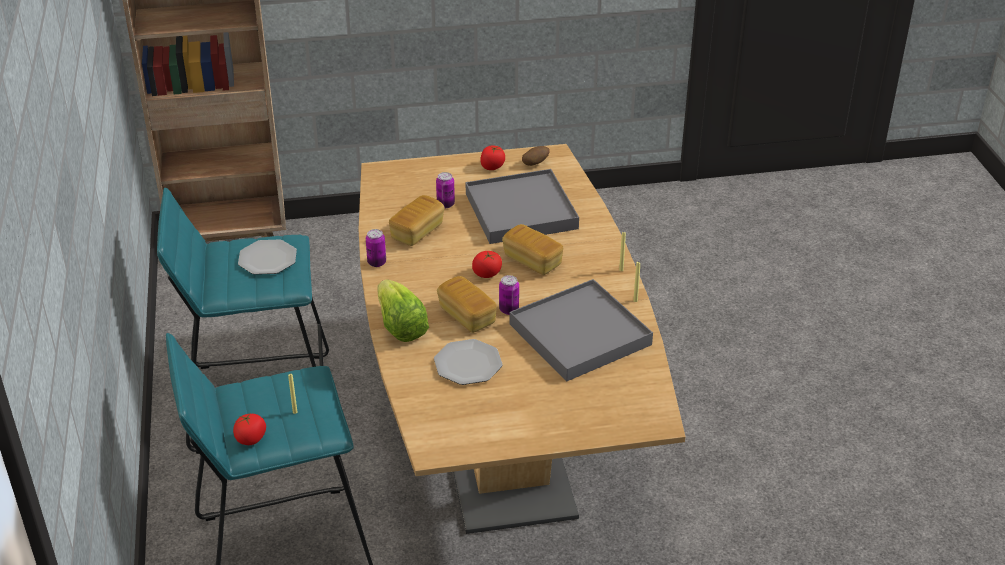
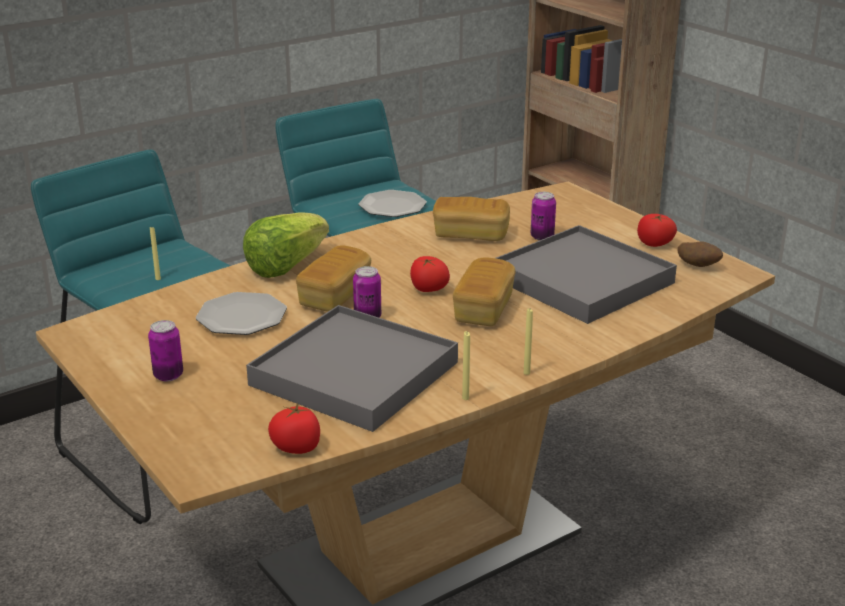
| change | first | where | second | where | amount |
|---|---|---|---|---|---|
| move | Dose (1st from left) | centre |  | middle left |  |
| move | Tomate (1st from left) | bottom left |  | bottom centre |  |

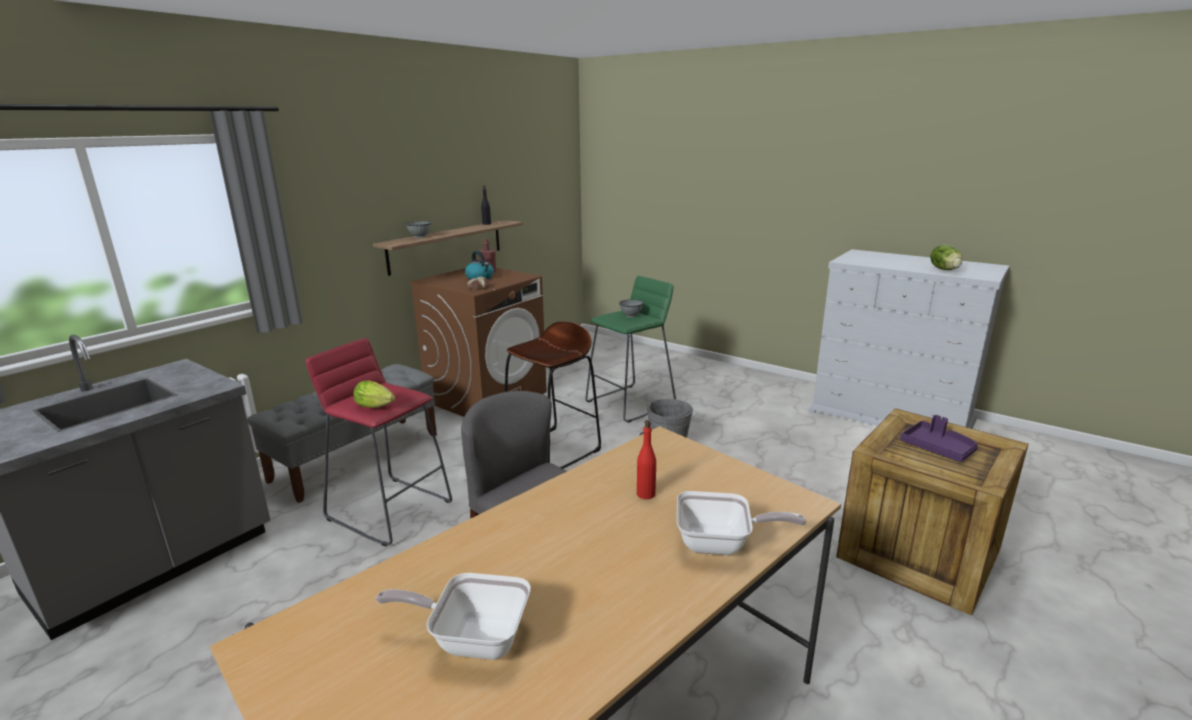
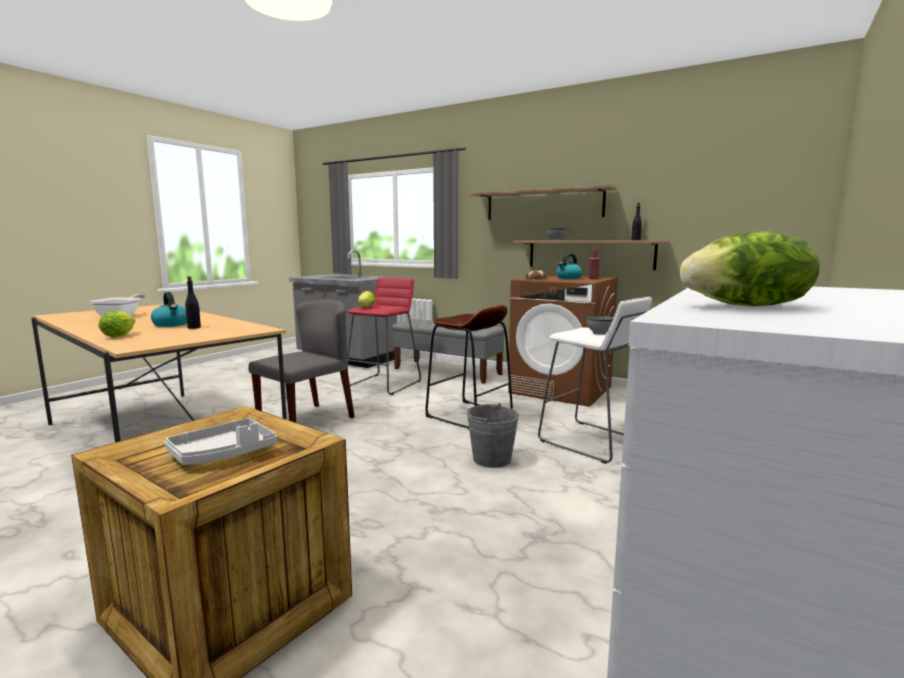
| change | first | where | second | where | amount |
|---|---|---|---|---|---|
| replace | Pfanne (2nd from left) | bottom centre | Salatkopf (1st from left) | middle left |  |
| insert |  |  | Wasserkessel (1st from left) | middle left |  |
| recolor | Tablett [lila] | middle right | Tablett [grau] | middle left |  |
| recolor | Flasche [rot] (2nd from left) | centre | Flasche [schwarz] (1st from left) | middle left |  |
| insert |  |  | Wandregal (1st from left) | top centre |  |
| recolor | Hocker [grün] | centre | Hocker [weiß] | centre |  |

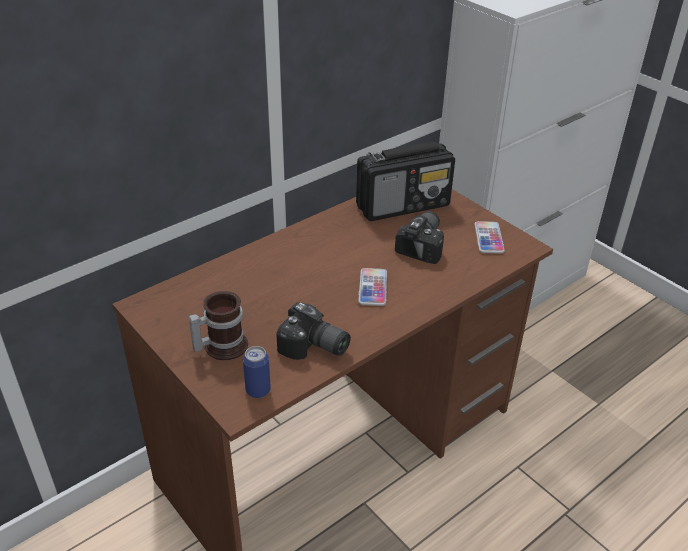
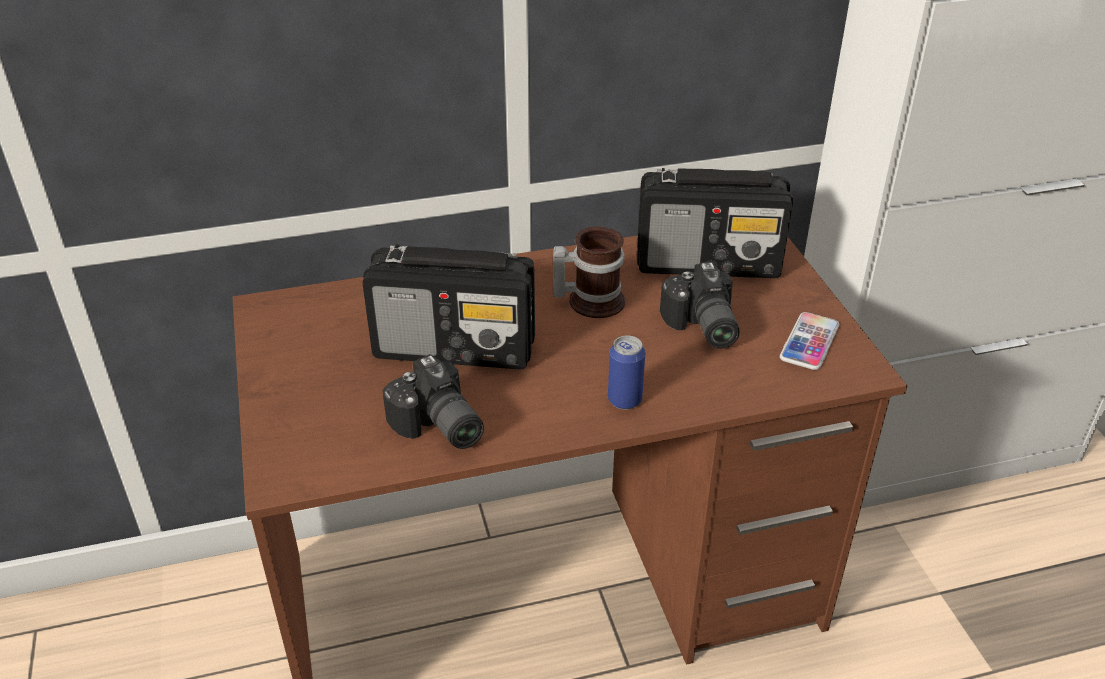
| change | first | where | second | where | amount |
|---|---|---|---|---|---|
| insert |  |  | Radio (1st from left) | centre |  |
| move | Henkelbecher | middle left |  | centre |  |
| move | Dose | bottom centre |  | centre |  |
| rotate | Kamera (2nd from left) | centre |  | centre | 120 degrees clockwise |
| delete | Handy (1st from left) | centre |  |  |  |

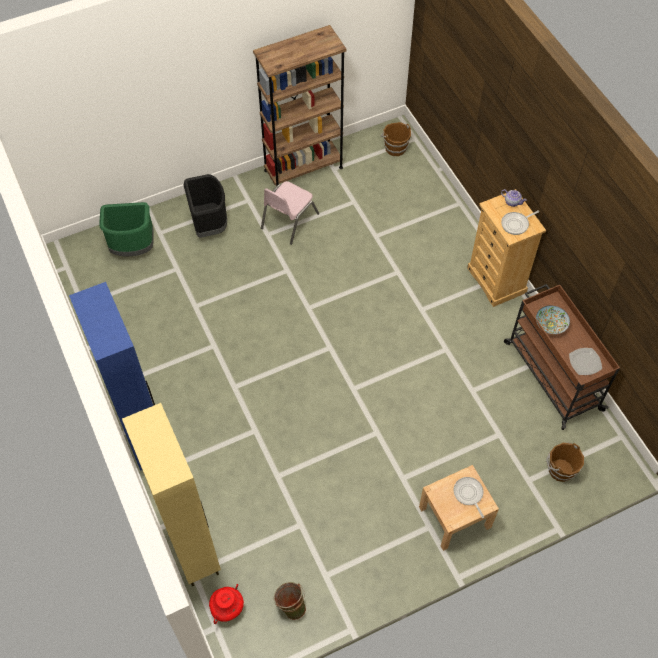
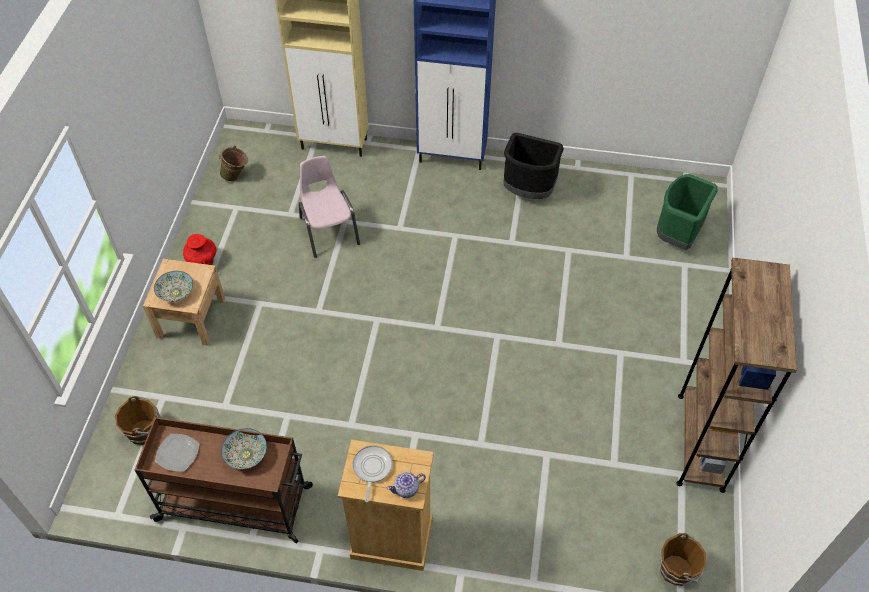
| change | first | where | second | where | amount |
|---|---|---|---|---|---|
| replace | Pfanne (1st from left) | bottom right | Schüssel (1st from left) | middle left |  |
| move | Vase [rot] | bottom centre |  | middle left |  |
| move | Stuhl [rosa] | top centre |  | centre |  |
| move | Mülleimer [schwarz] | top left |  | top centre |  |

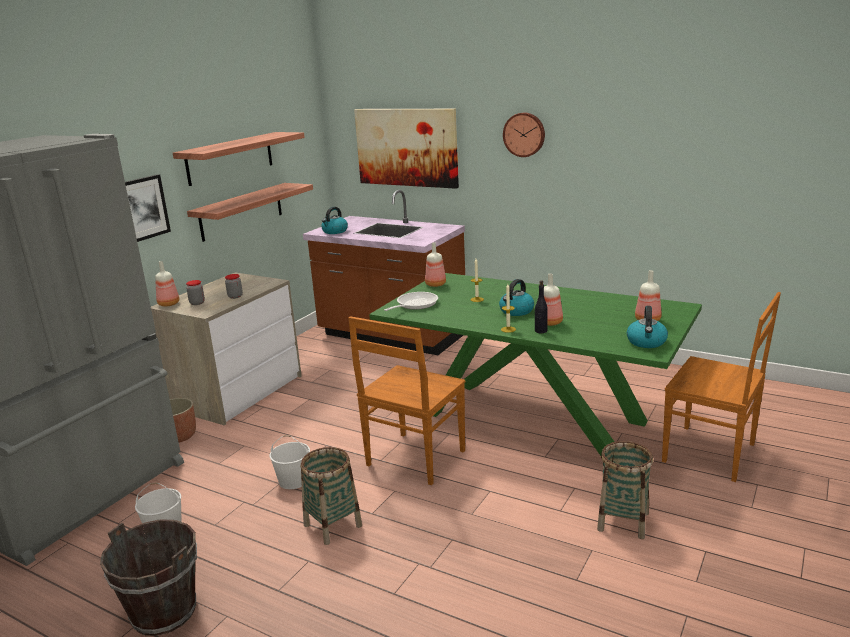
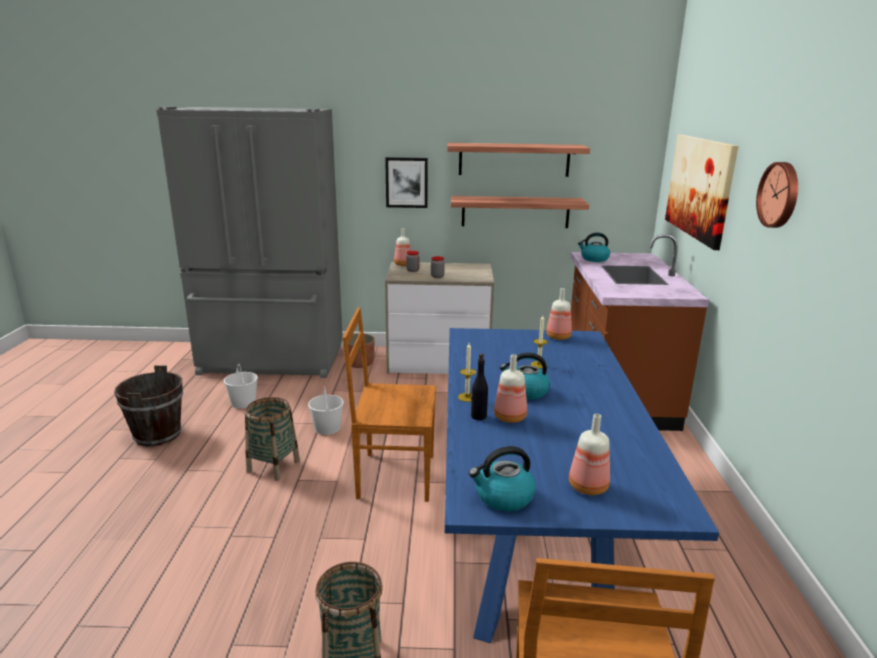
| change | first | where | second | where | amount |
|---|---|---|---|---|---|
| recolor | Esstisch [grün] | centre | Esstisch [blau] | bottom centre |  |
| delete | Pfanne | centre |  |  |  |

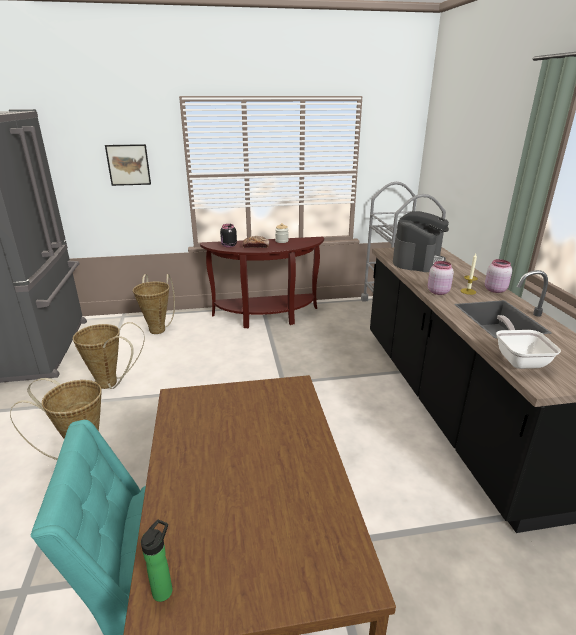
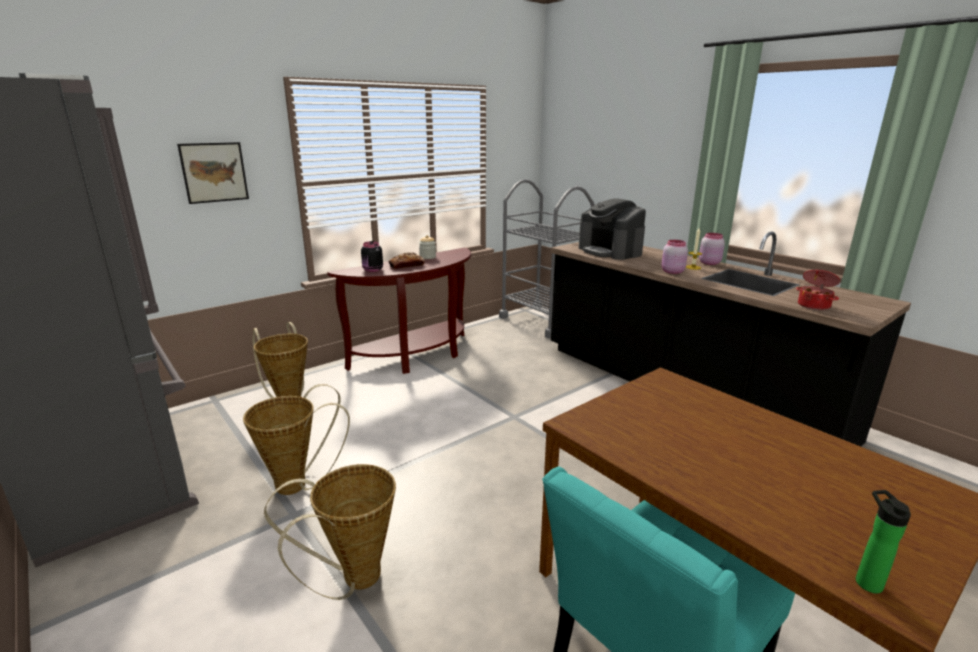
| change | first | where | second | where | amount |
|---|---|---|---|---|---|
| rotate | Kaffeemaschine | middle right |  | centre | 150 degrees clockwise |
| replace | Pfanne | middle right | Kochtopf | middle right |  |

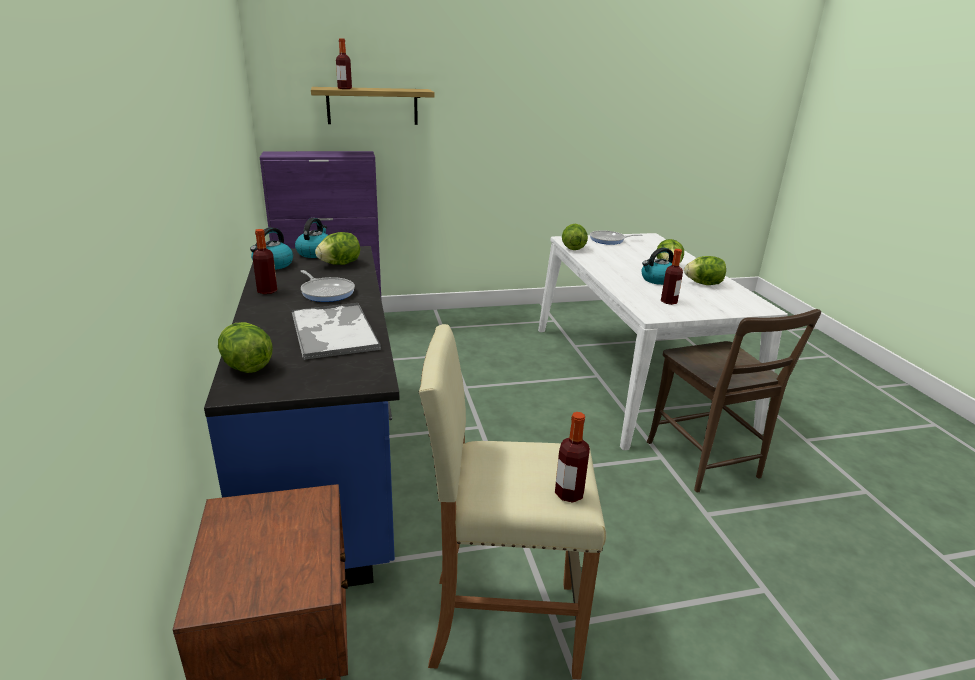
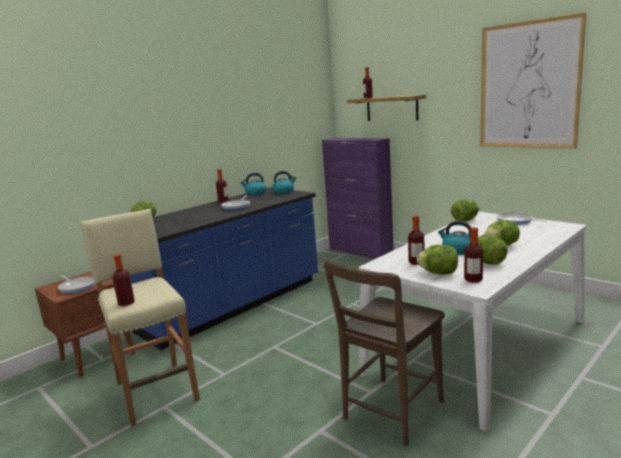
| change | first | where | second | where | amount |
|---|---|---|---|---|---|
| insert |  |  | Pfanne (1st from left) | middle left |  |
| move | Salatkopf (2nd from left) | centre |  | middle right |  |
| insert |  |  | Flasche (5th from left) | middle right |  |
| insert |  |  | Bild | top right |  |
| delete | Tablett | centre |  |  |  |

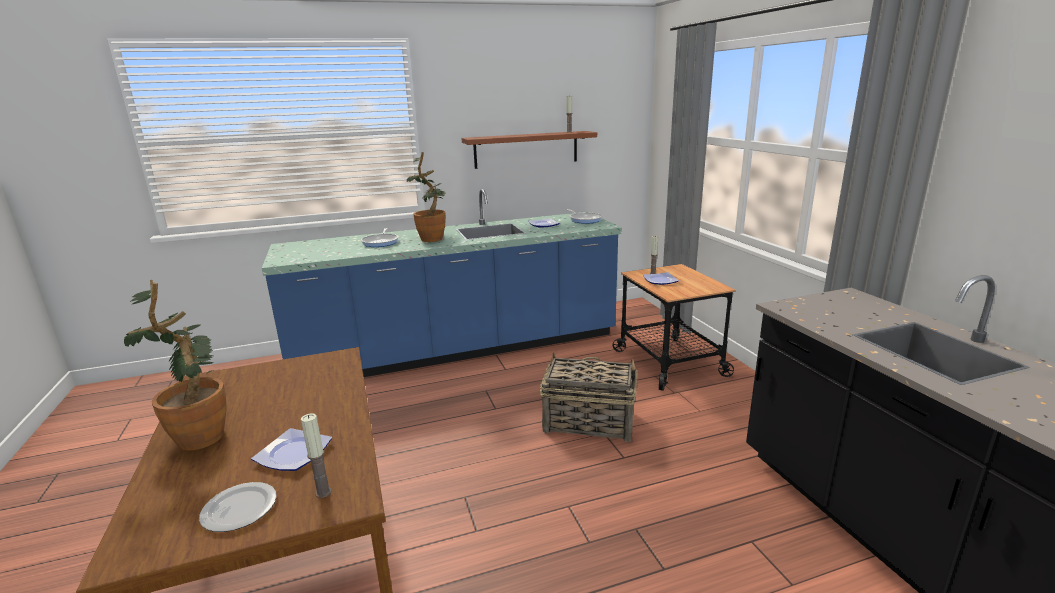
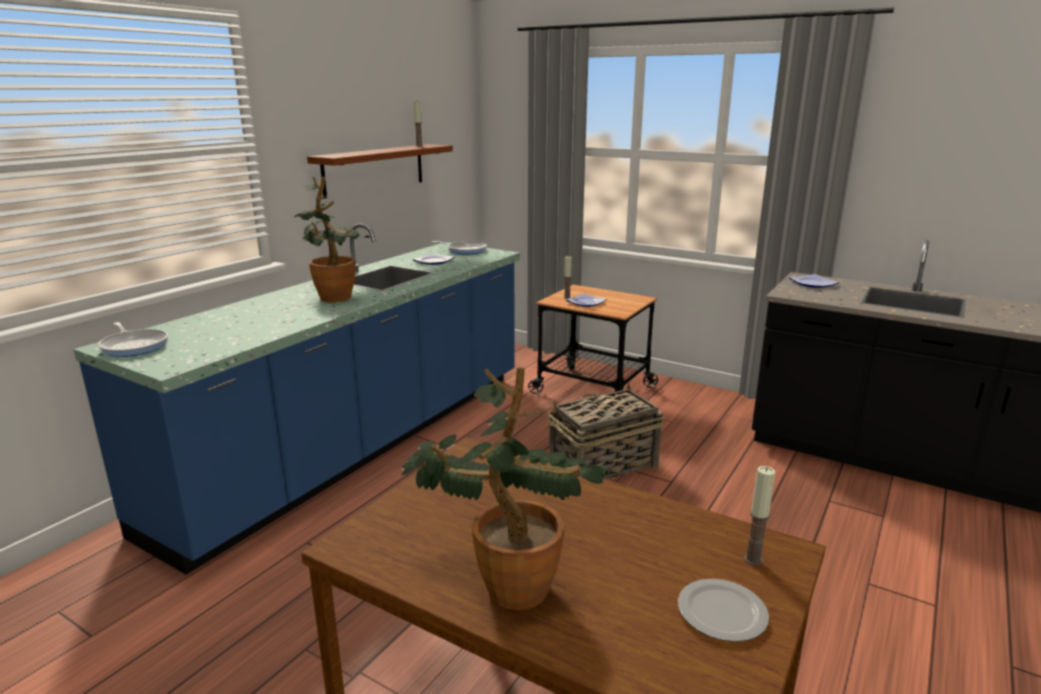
| change | first | where | second | where | amount |
|---|---|---|---|---|---|
| move | Pfanne (1st from left) | centre |  | middle left |  |
| move | Teller (2nd from left in the first image) | bottom left | Teller (4th from left) | middle right |  |

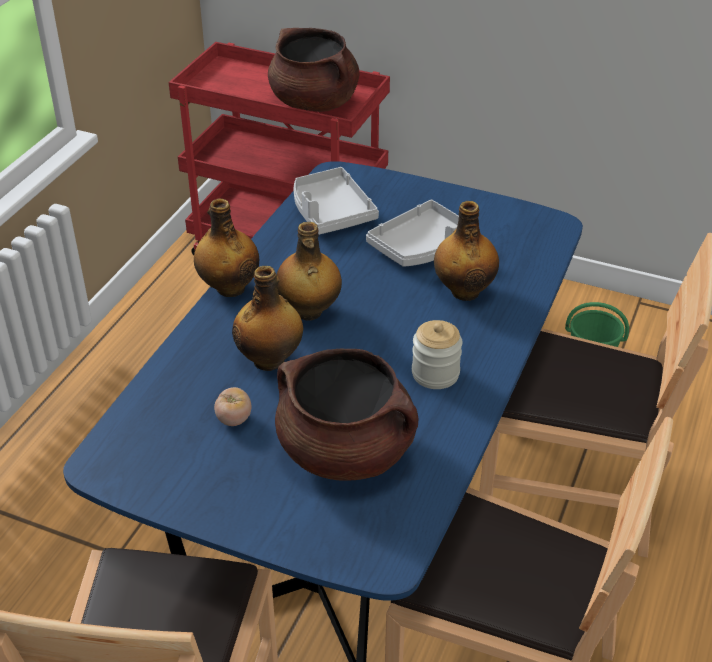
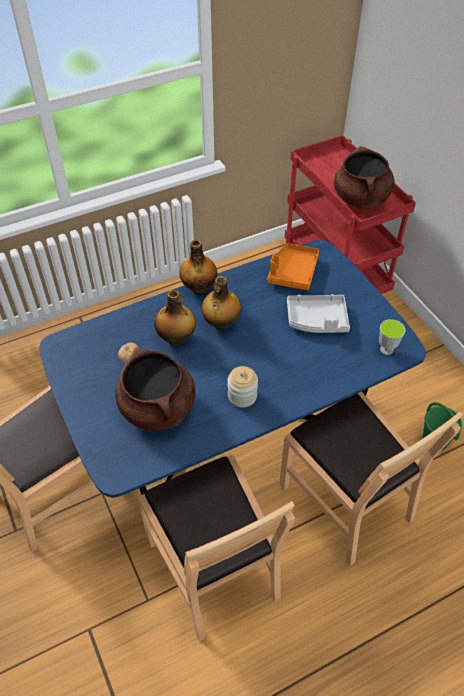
| change | first | where | second | where | amount |
|---|---|---|---|---|---|
| recolor | Tablett [grau] (1st from left) | top centre | Tablett [orange] | centre |  |
| insert |  |  | Tasse | middle right |  |
| delete | Flasche (4th from left) | centre |  |  |  |

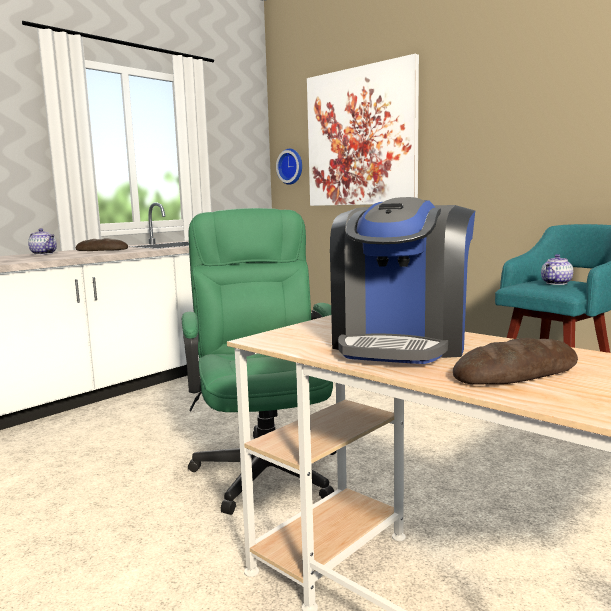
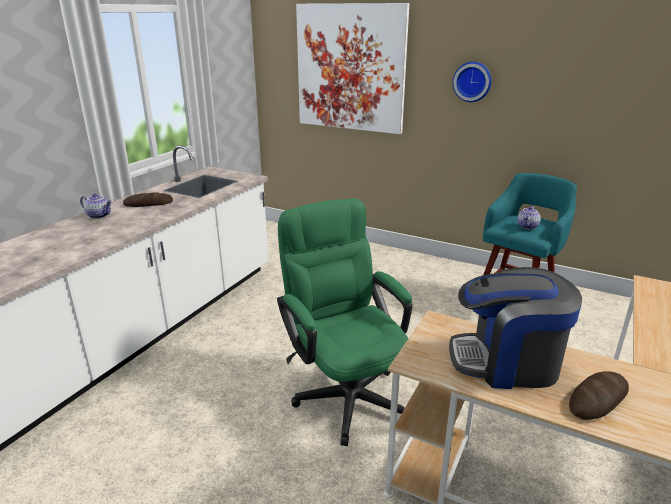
| change | first | where | second | where | amount |
|---|---|---|---|---|---|
| rotate | Kaffeemaschine | centre |  | middle right | 90 degrees clockwise |
| move | Wanduhr | top centre |  | top right |  |

